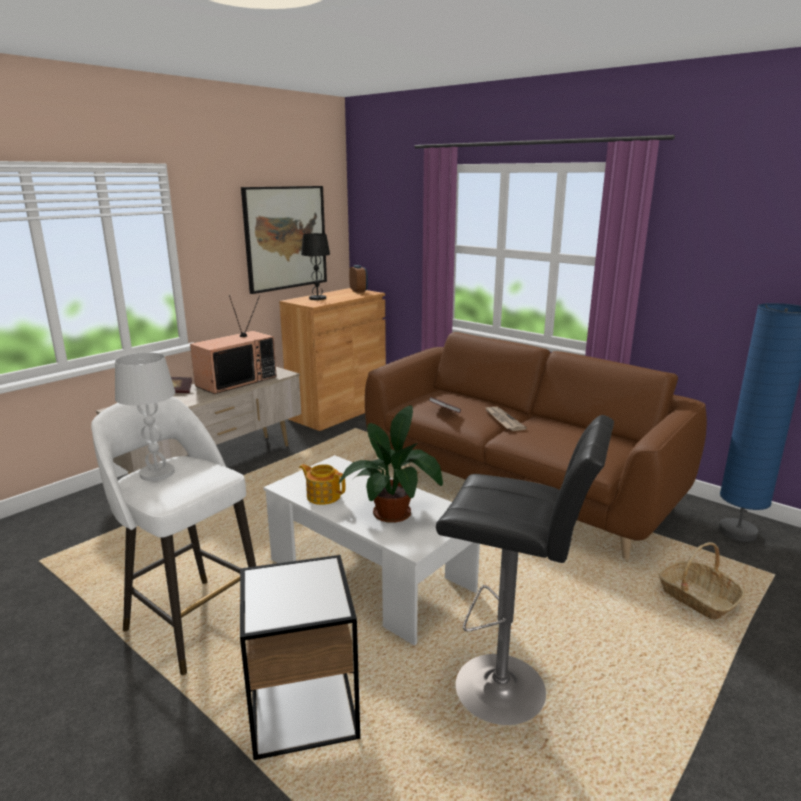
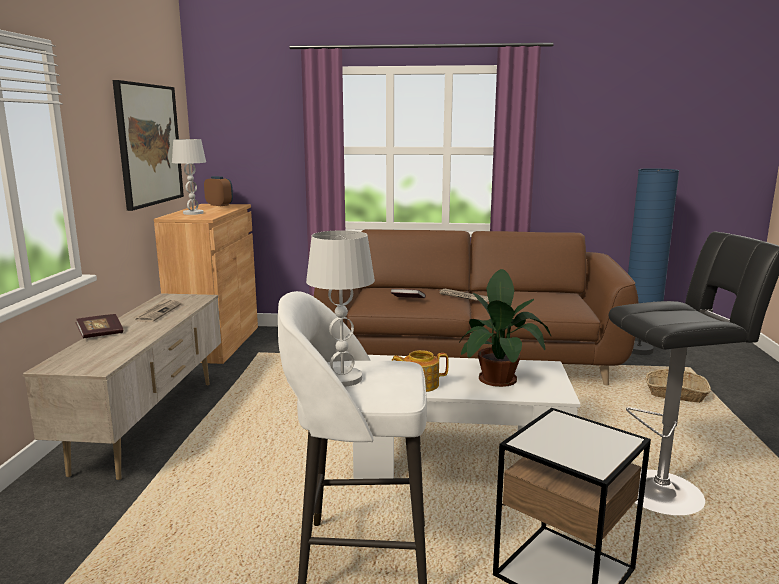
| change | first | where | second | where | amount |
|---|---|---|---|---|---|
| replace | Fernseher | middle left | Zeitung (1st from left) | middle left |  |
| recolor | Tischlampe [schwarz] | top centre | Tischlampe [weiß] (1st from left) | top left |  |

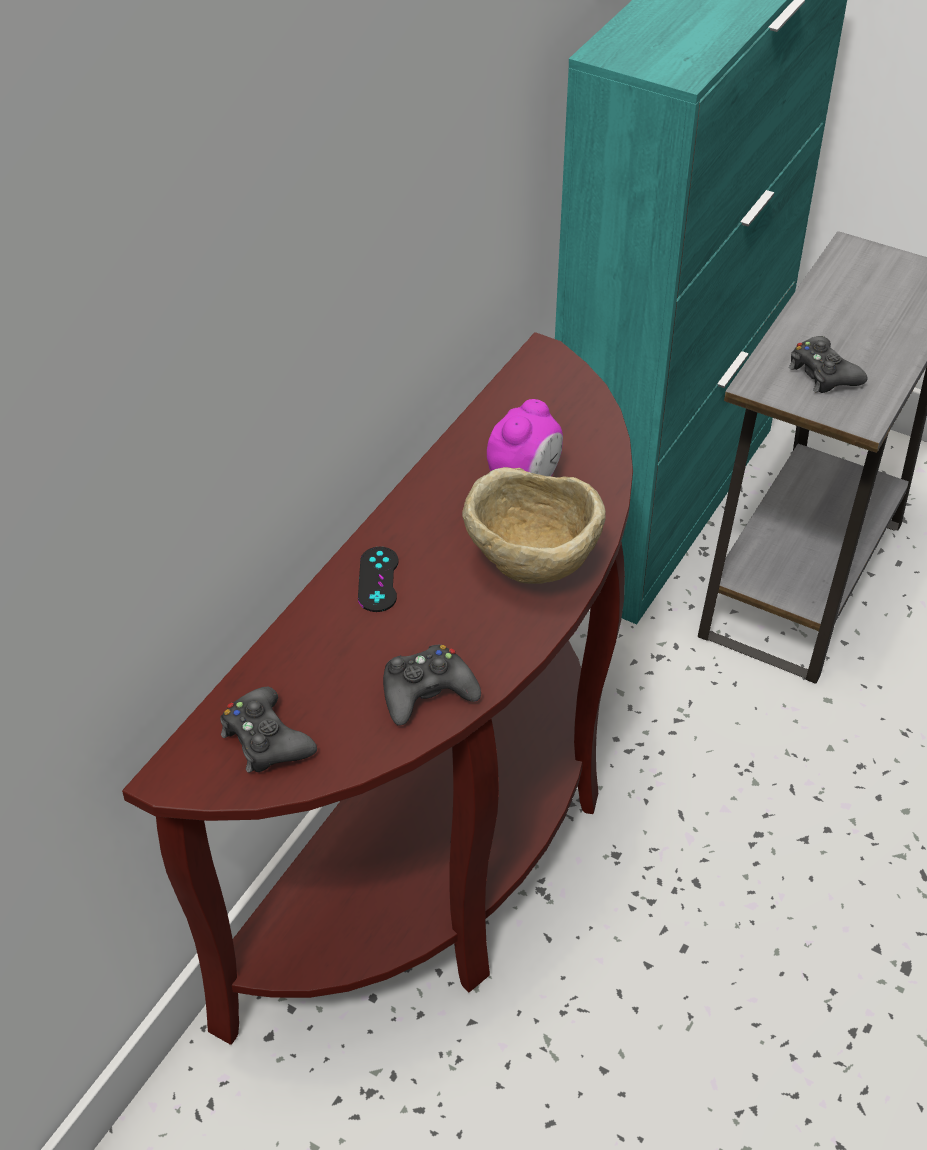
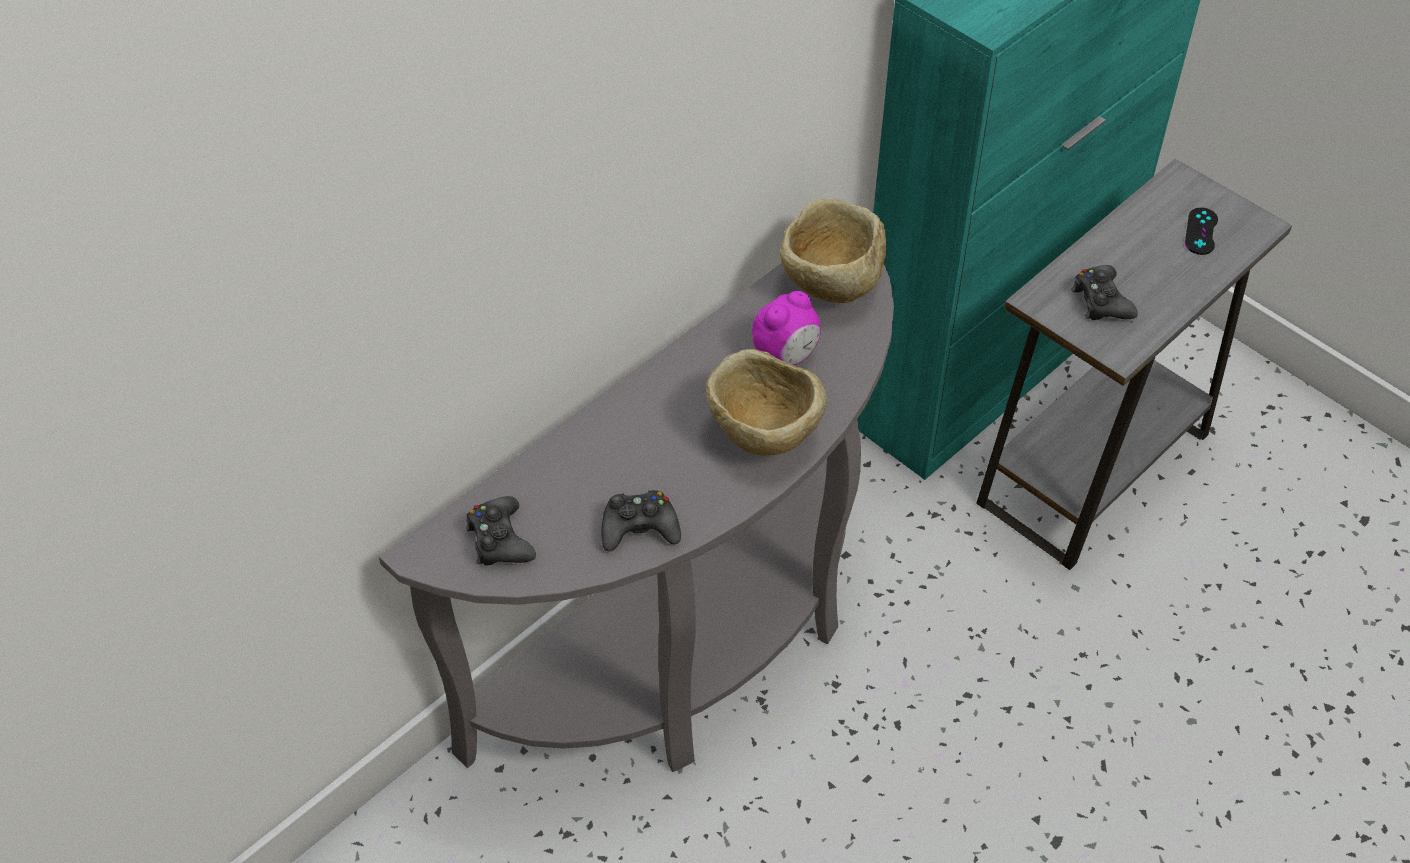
| change | first | where | second | where | amount |
|---|---|---|---|---|---|
| recolor | Konsolentisch [braun] | centre | Konsolentisch [grau] | centre |  |
| insert |  |  | Schüssel [beige] (2nd from left) | top centre |  |
| move | Gamepad [schwarz] (2nd from left in the first image) | centre | Gamepad [schwarz] (4th from left) | top right |  |

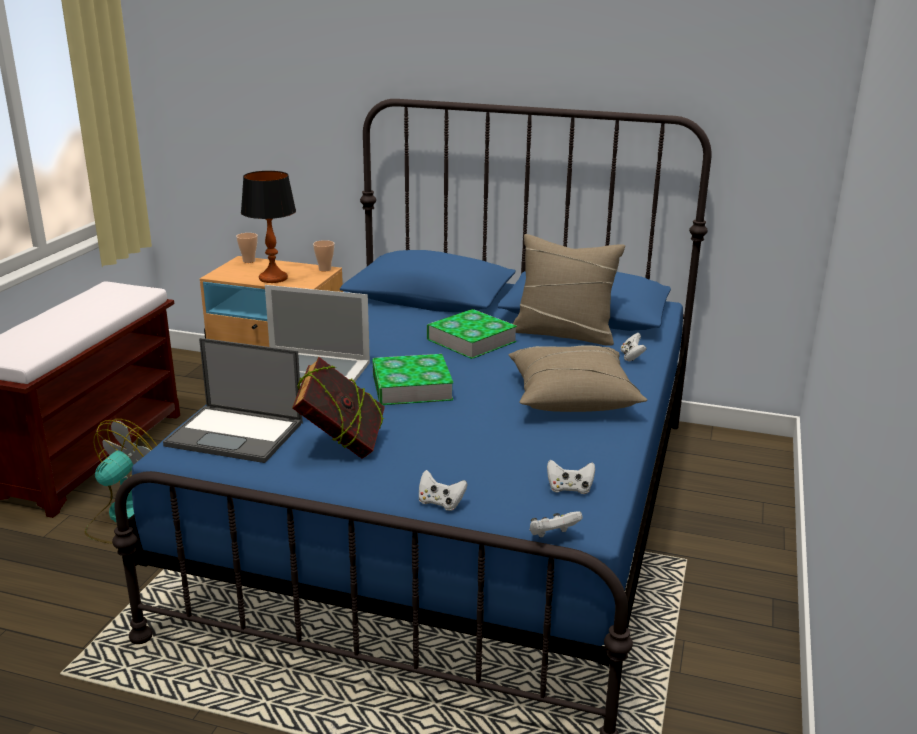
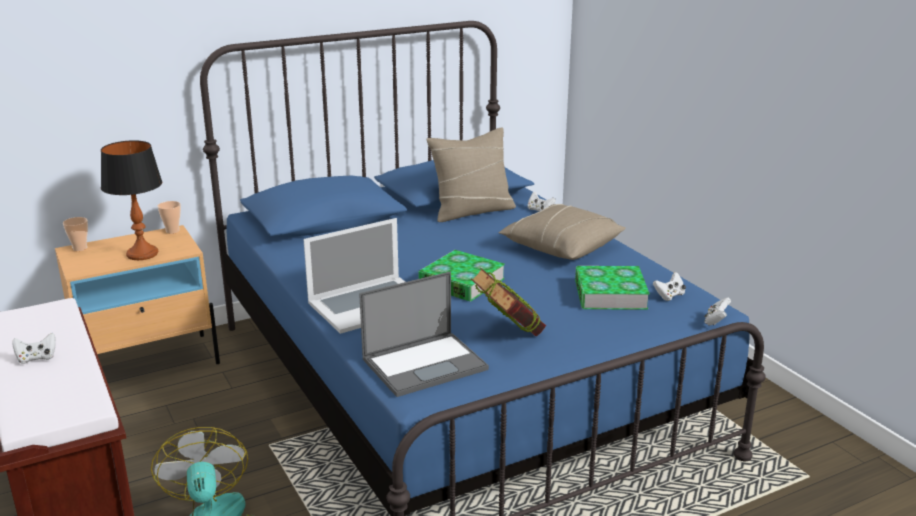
| change | first | where | second | where | amount |
|---|---|---|---|---|---|
| move | Gamepad [weiß] (1st from left) | bottom centre |  | bottom left |  |
| move | Buch (3rd from left) | centre |  | middle right |  |

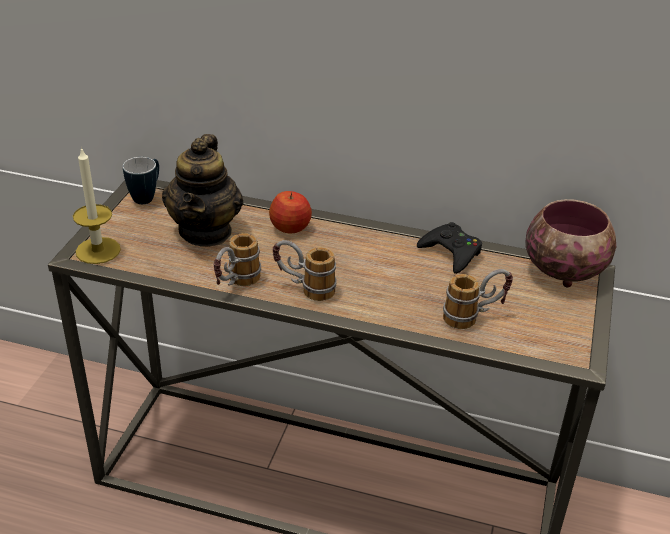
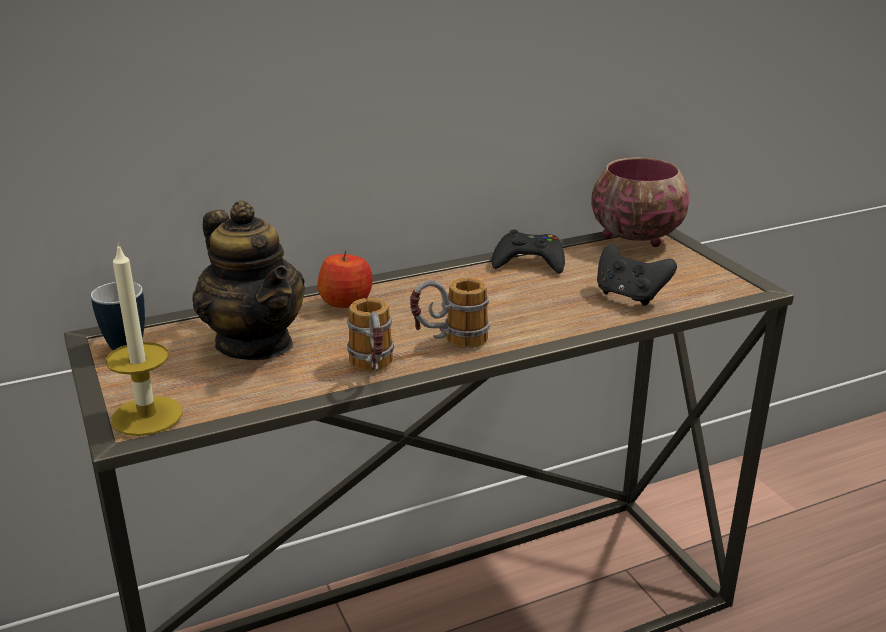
| change | first | where | second | where | amount |
|---|---|---|---|---|---|
| replace | Henkelbecher (4th from left) | middle right | Gamepad [schwarz] (2nd from left) | middle right |  |

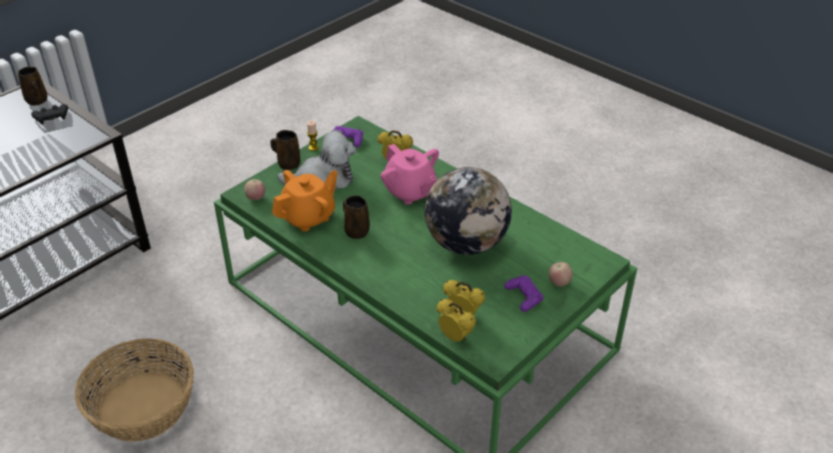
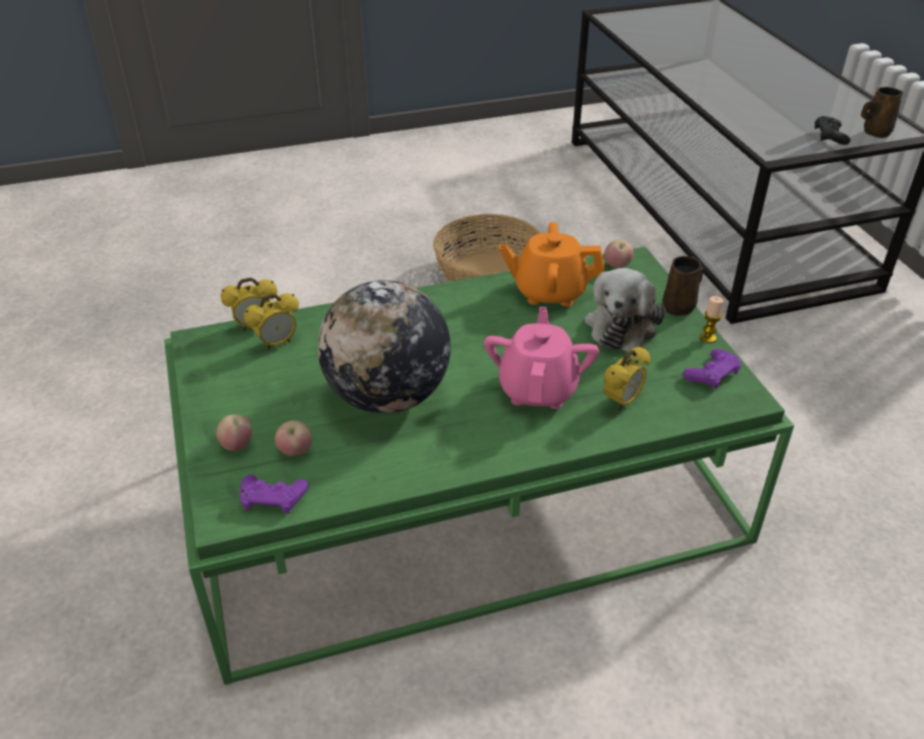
| change | first | where | second | where | amount |
|---|---|---|---|---|---|
| move | Gamepad [lila] (2nd from left in the first image) | centre | Gamepad [lila] (1st from left) | bottom left |  |
| insert |  |  | Apfel (2nd from left) | middle left |  |
| rotate | Teekanne [rosa] | centre |  | centre | 105 degrees clockwise |
| rotate | Teekanne [orange] | centre |  | centre | 105 degrees clockwise |
| delete | Henkelbecher [braun] (3rd from left) | centre |  |  |  |

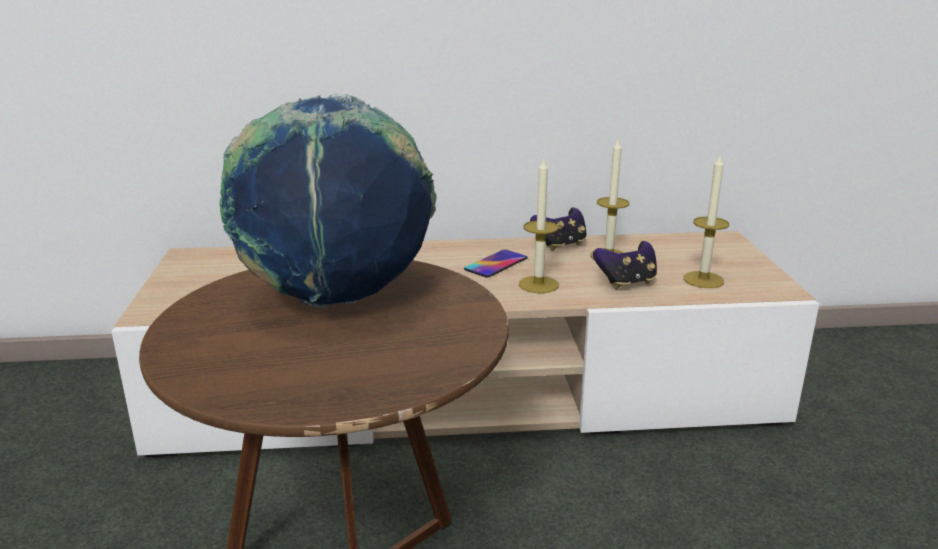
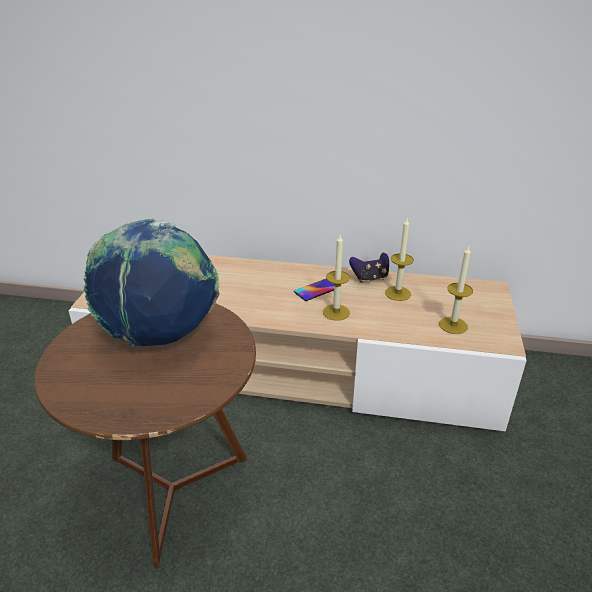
| change | first | where | second | where | amount |
|---|---|---|---|---|---|
| delete | Gamepad (2nd from left) | centre |  |  |  |

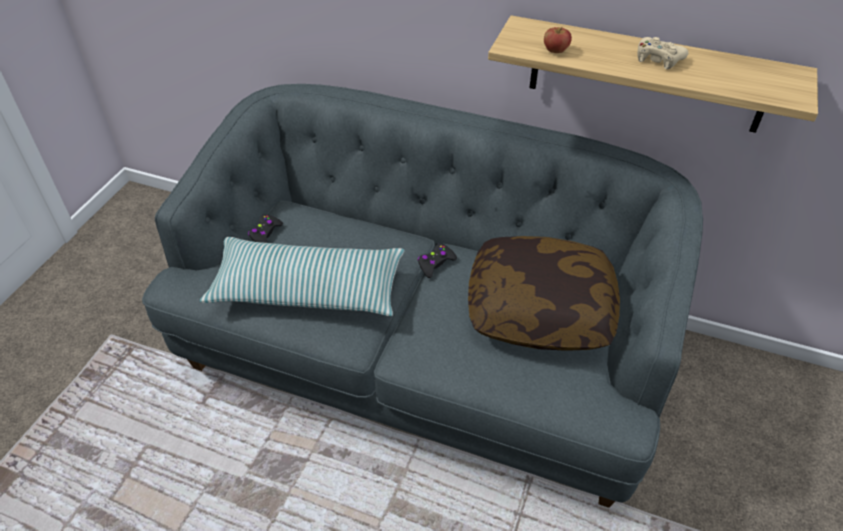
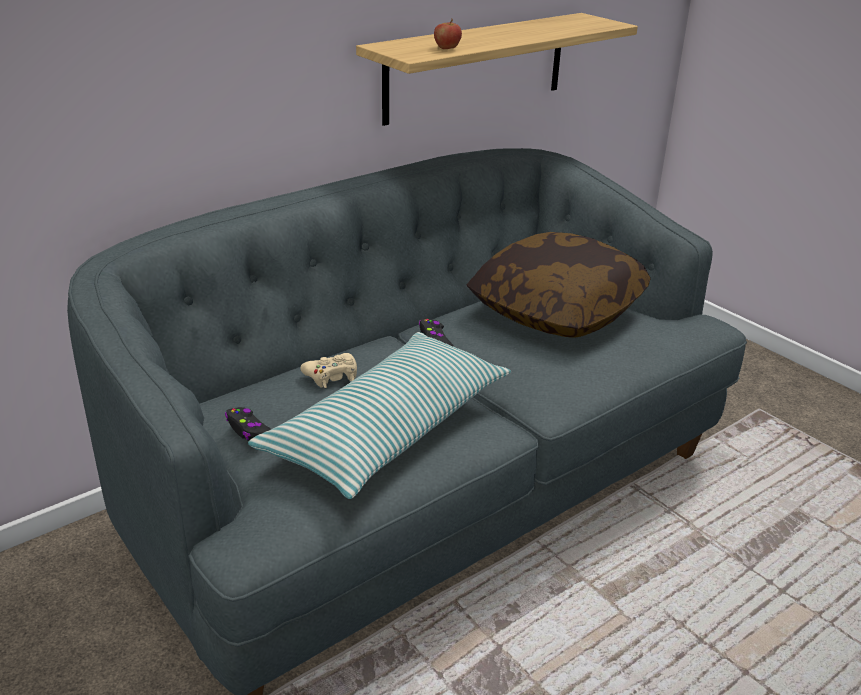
| change | first | where | second | where | amount |
|---|---|---|---|---|---|
| move | Gamepad [beige] | top right |  | centre |  |

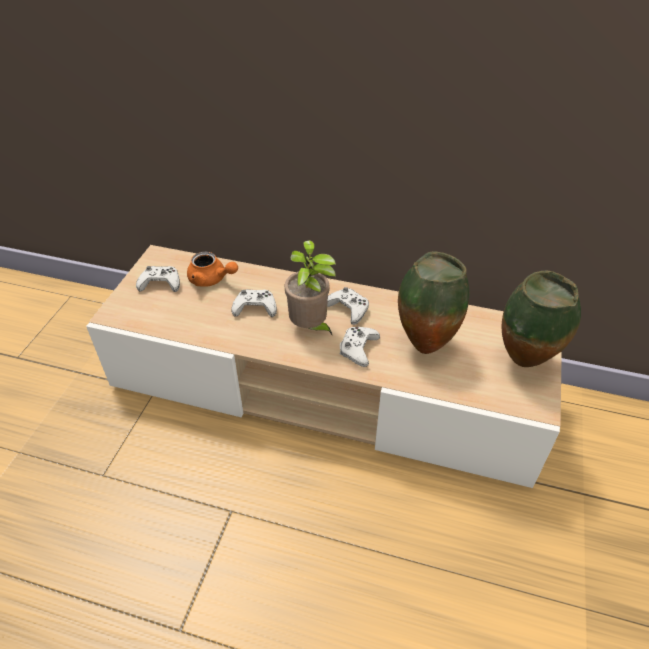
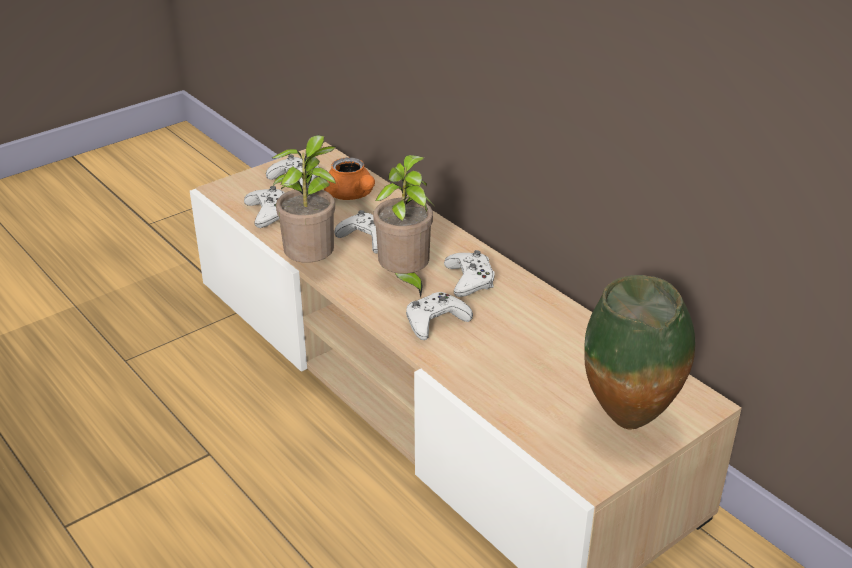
| change | first | where | second | where | amount |
|---|---|---|---|---|---|
| insert |  |  | Gamepad [weiß] (1st from left) | middle left |  |
| insert |  |  | Topfpflanze (1st from left) | centre |  |
| delete | Vase (1st from left) | middle right |  |  |  |

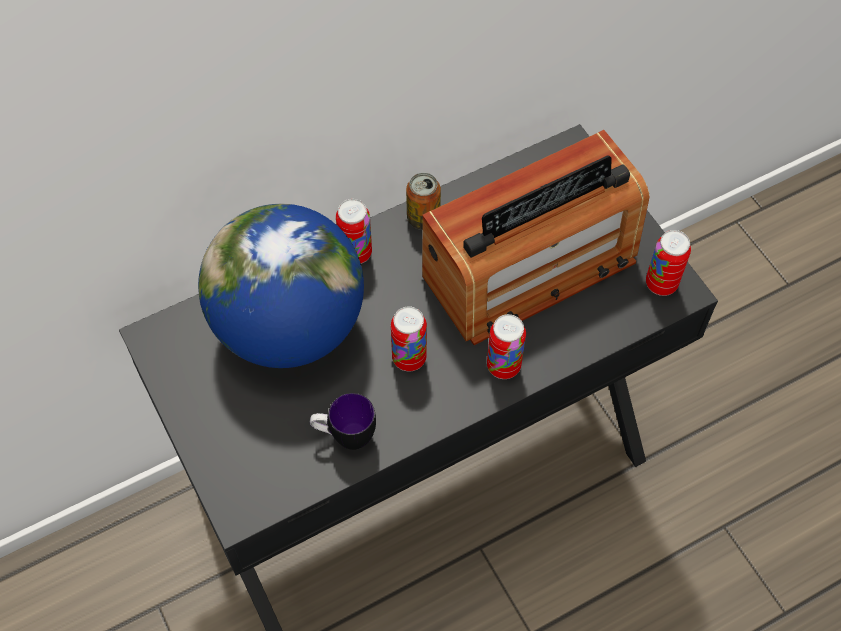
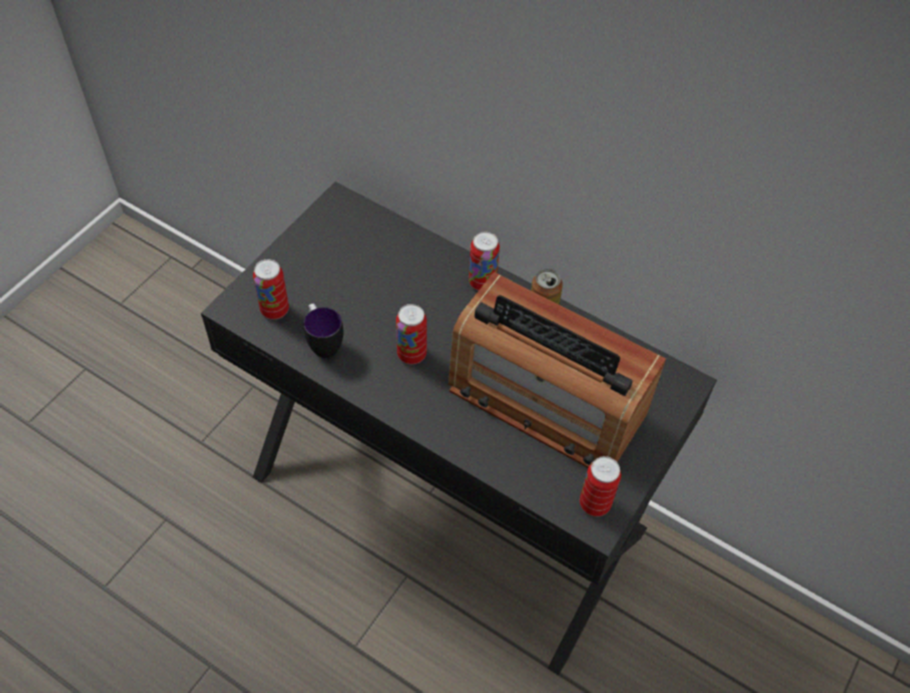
| change | first | where | second | where | amount |
|---|---|---|---|---|---|
| move | Dose (4th from left in the first image) | centre | Dose (1st from left) | middle left |  |
| delete | Globus | centre |  |  |  |

